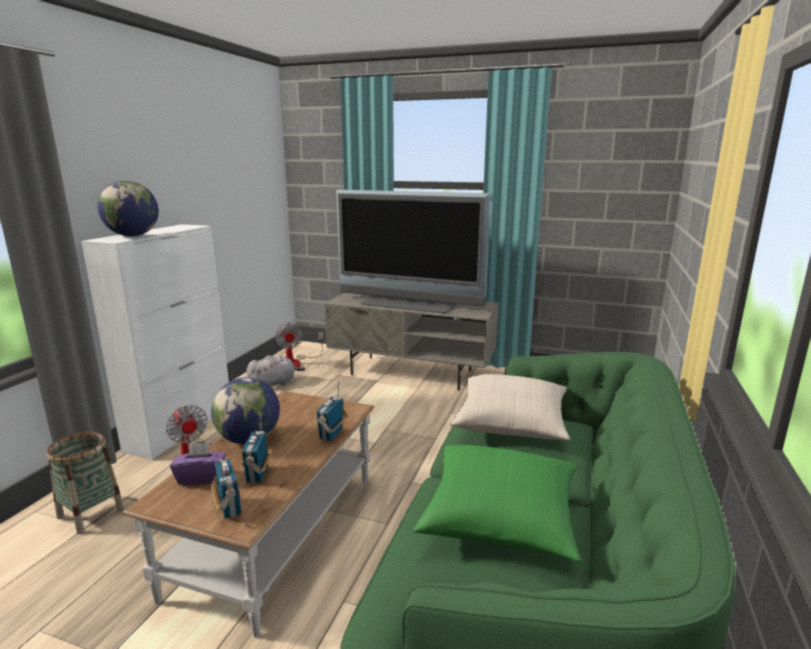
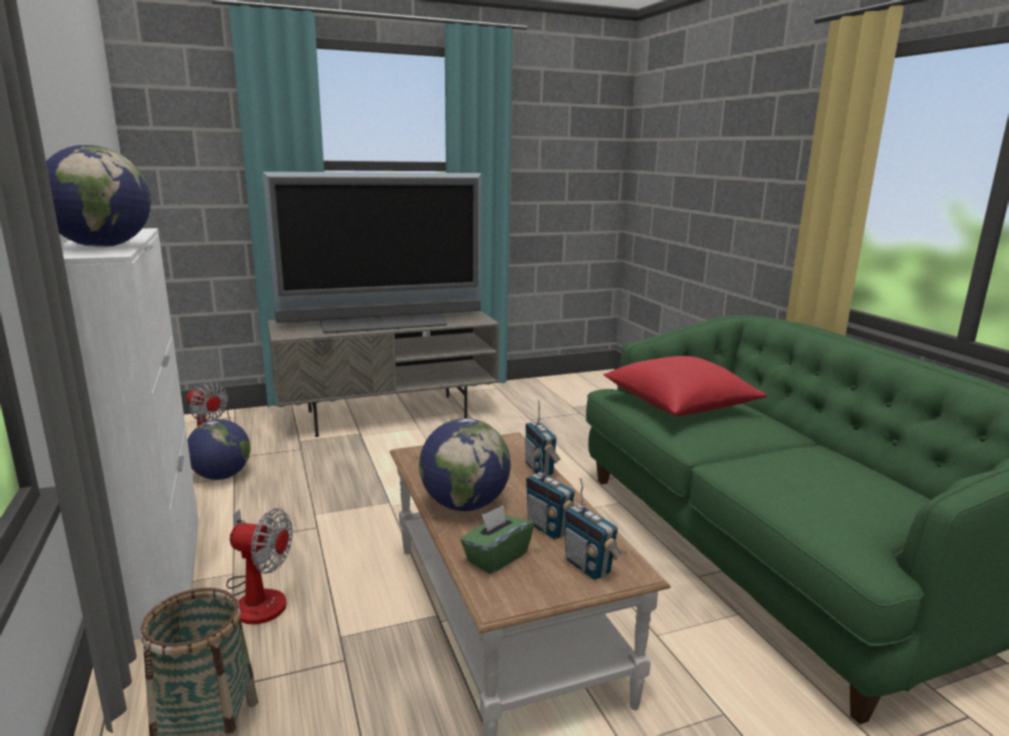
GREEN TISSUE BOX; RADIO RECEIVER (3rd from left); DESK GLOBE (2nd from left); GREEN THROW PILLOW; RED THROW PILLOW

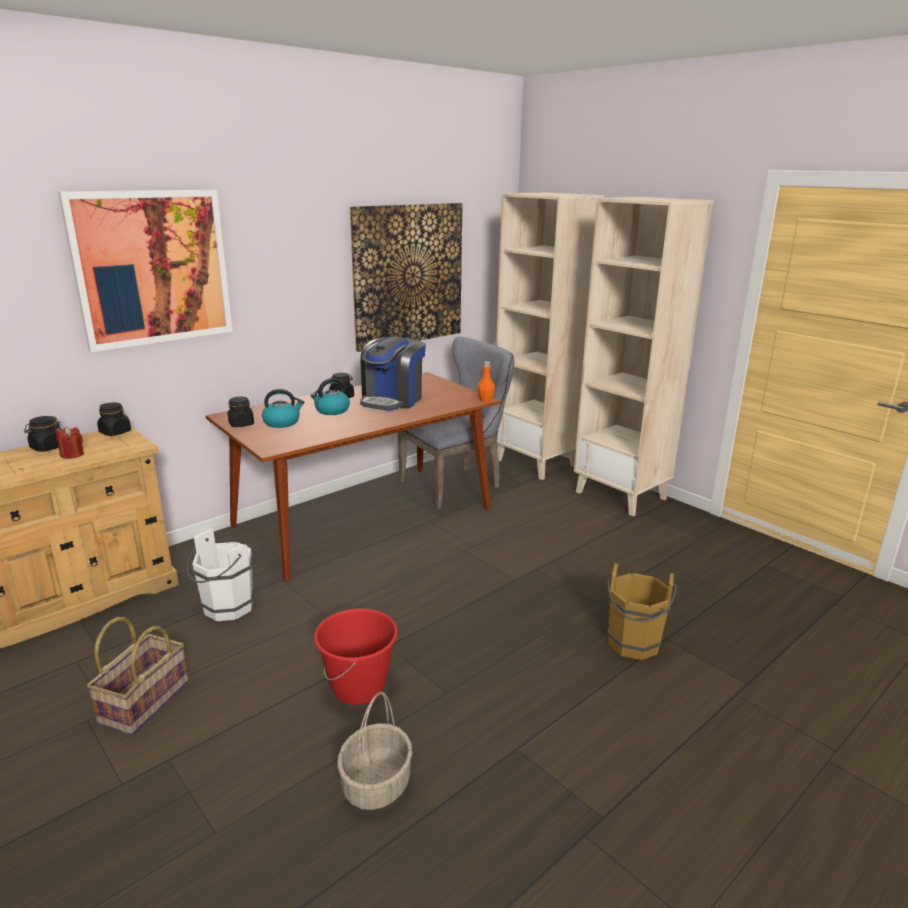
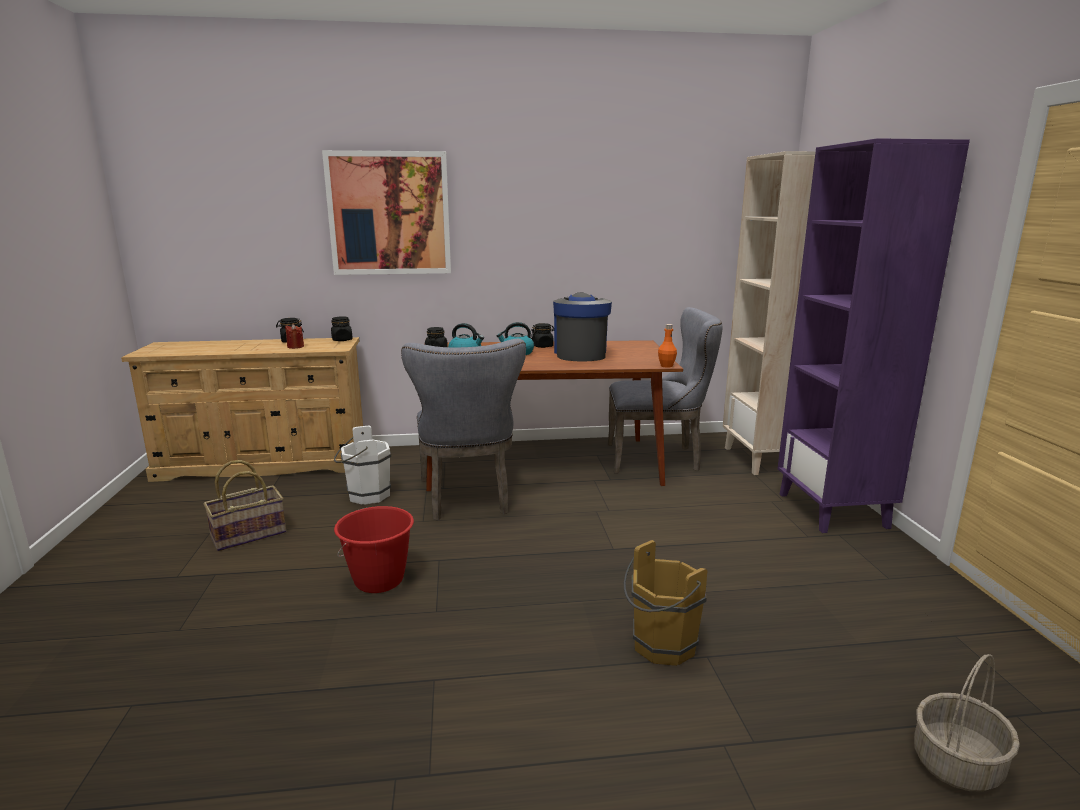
STORAGE BASKET (2nd from left); WALL PICTURE (2nd from left in the first image); COFFEE BREWER; PURPLE-COLOURED SHELVING UNIT; GRAY CHAIR (1st from left)

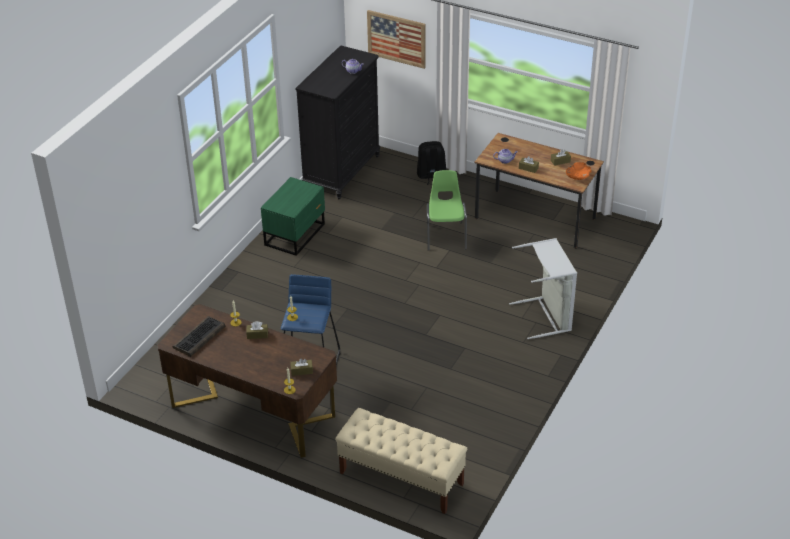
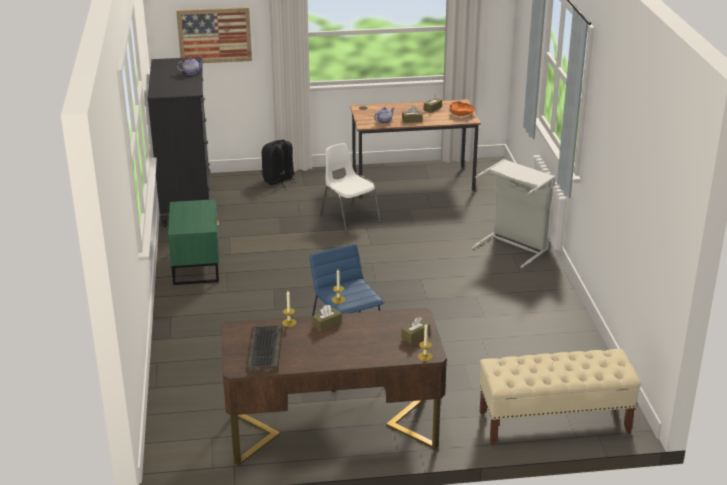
WHITE-COLOURED CHAIR

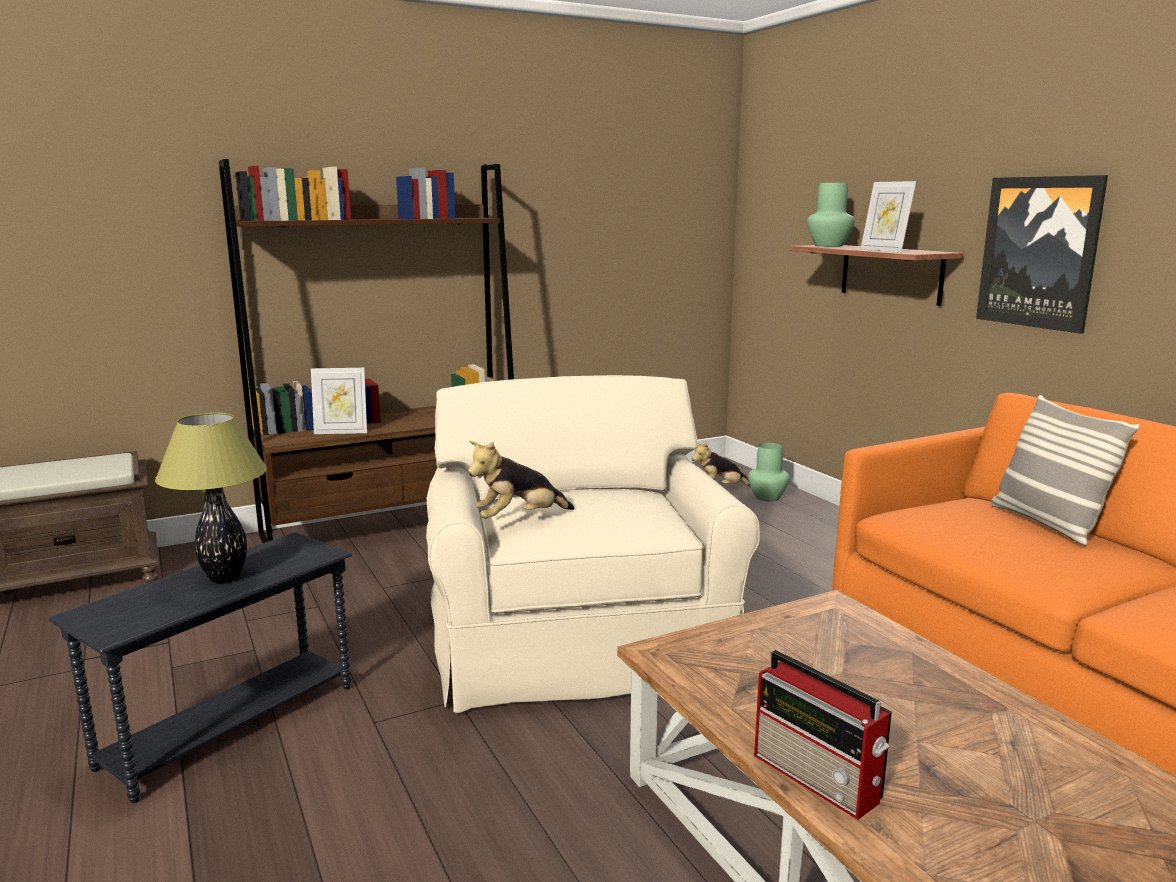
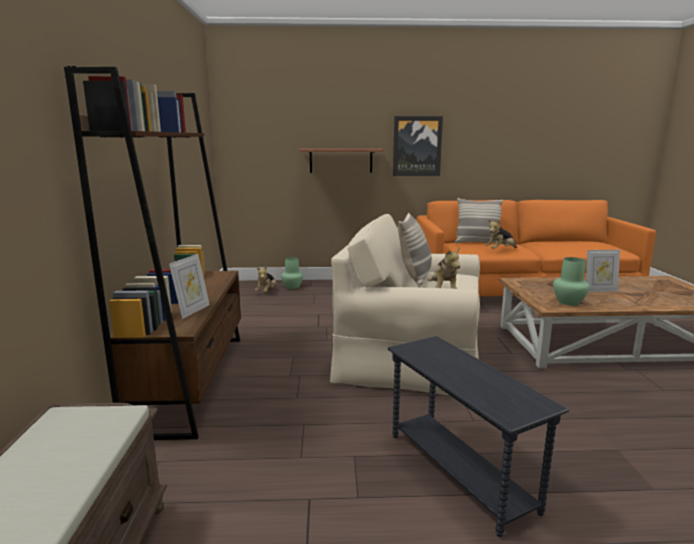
TABLE LAMP; RADIO RECEIVER; GREEN DECORATIVE VASE (2nd from left); PHOTO FRAME (2nd from left); THROW PILLOW (1st from left); PLUSH TOY (3rd from left)

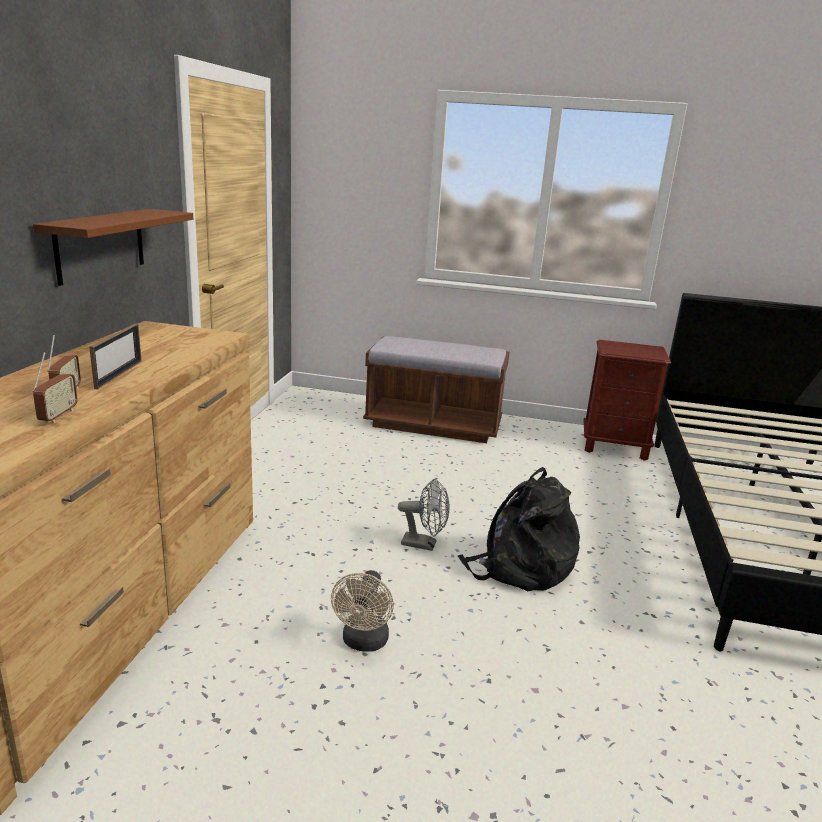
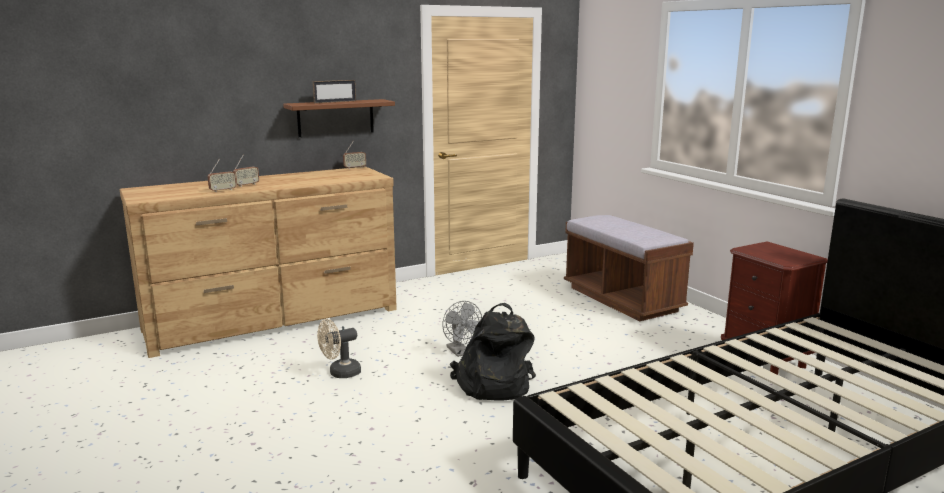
PHOTO FRAME; RADIO RECEIVER (3rd from left)

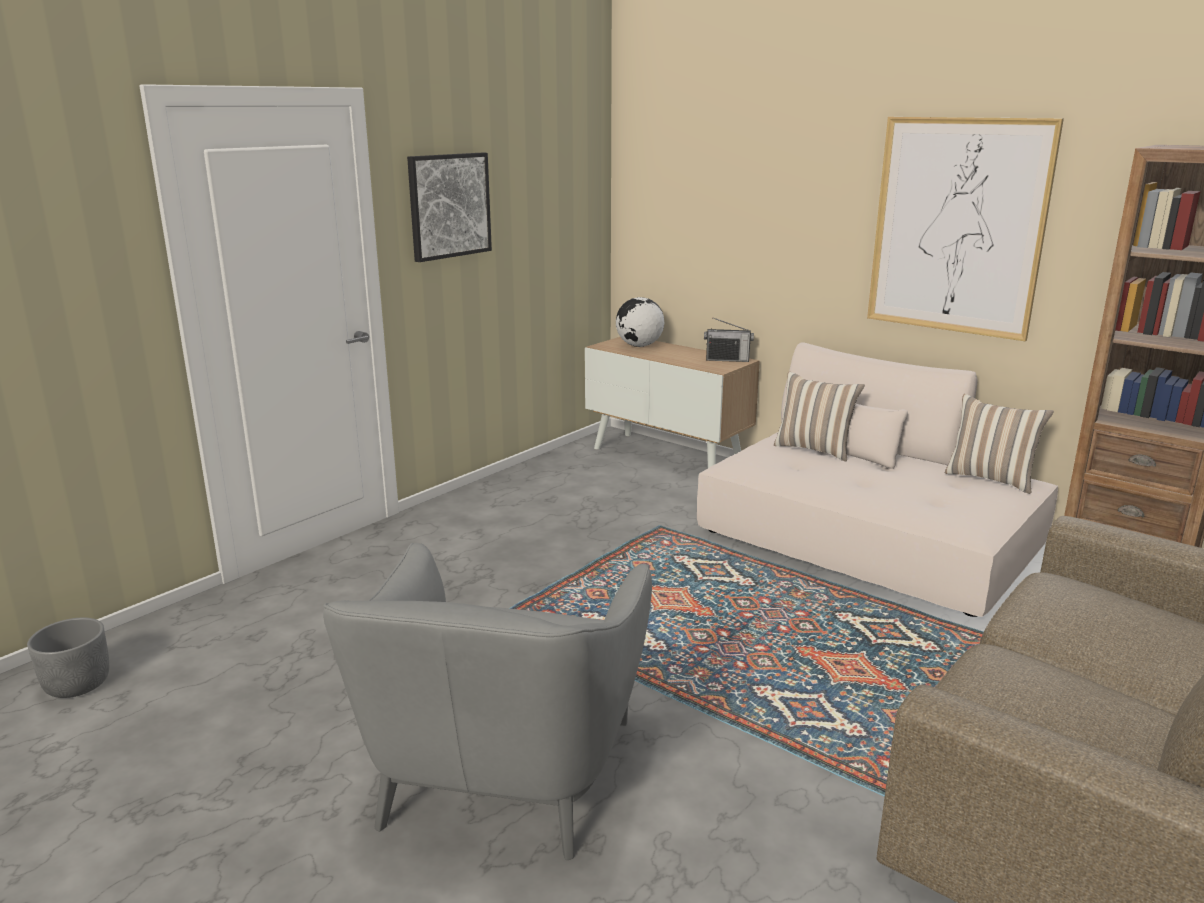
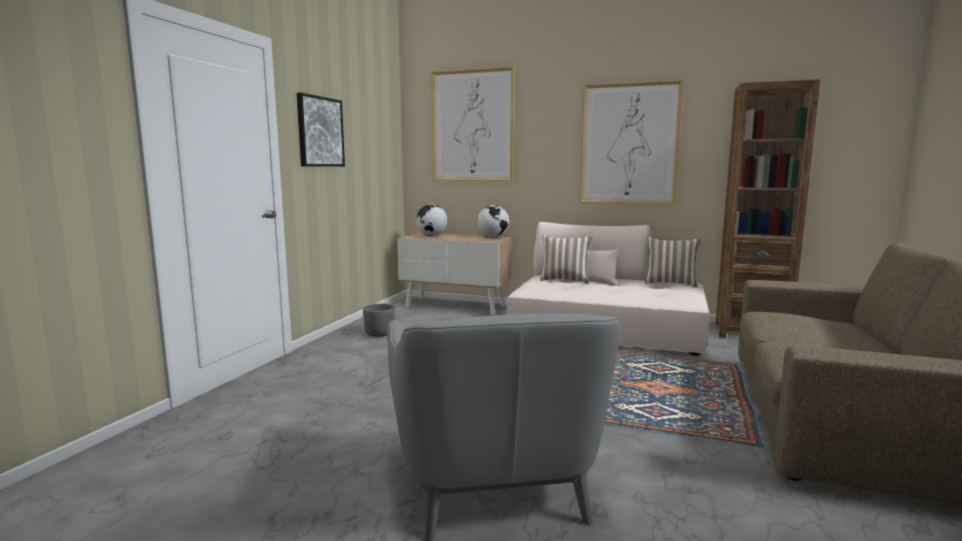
GRAY PLANTER; DESK GLOBE (2nd from left); WALL PICTURE (2nd from left)

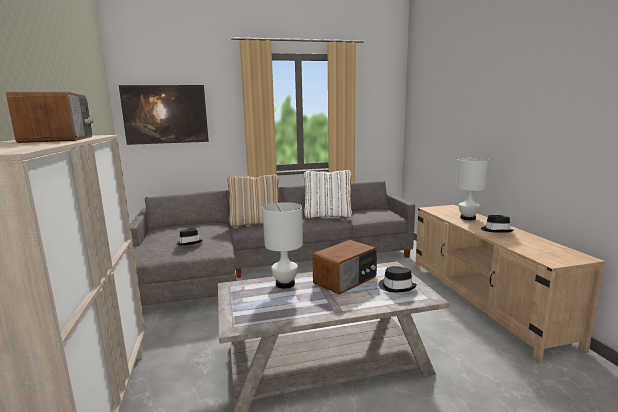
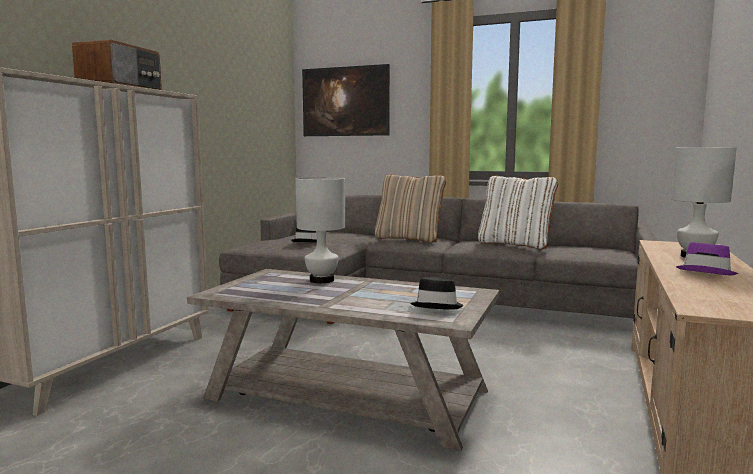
RADIO RECEIVER (2nd from left in the first image); PURPLE-COLOURED HAT

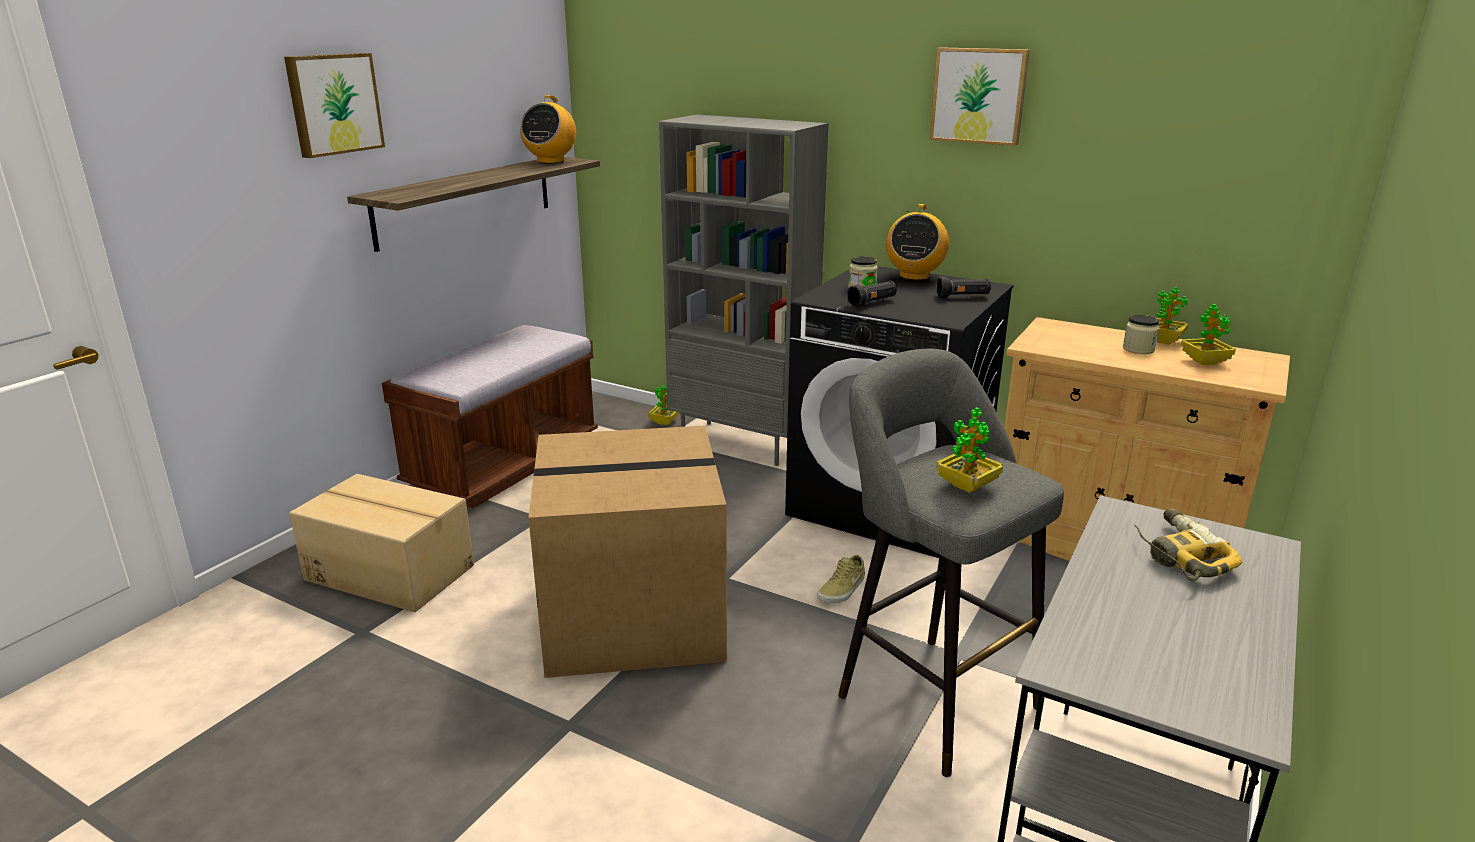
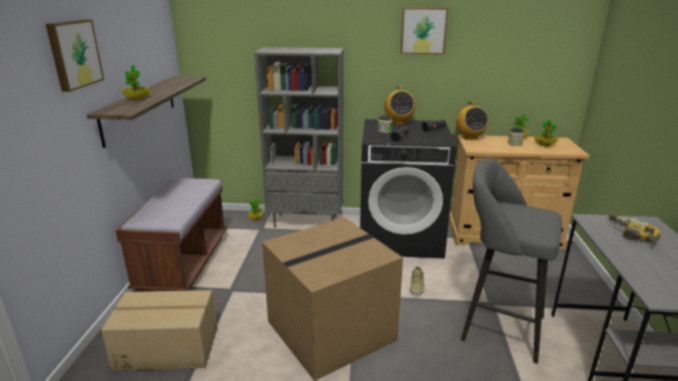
RADIO RECEIVER (2nd from left); PLANT IN A POT (1st from left)

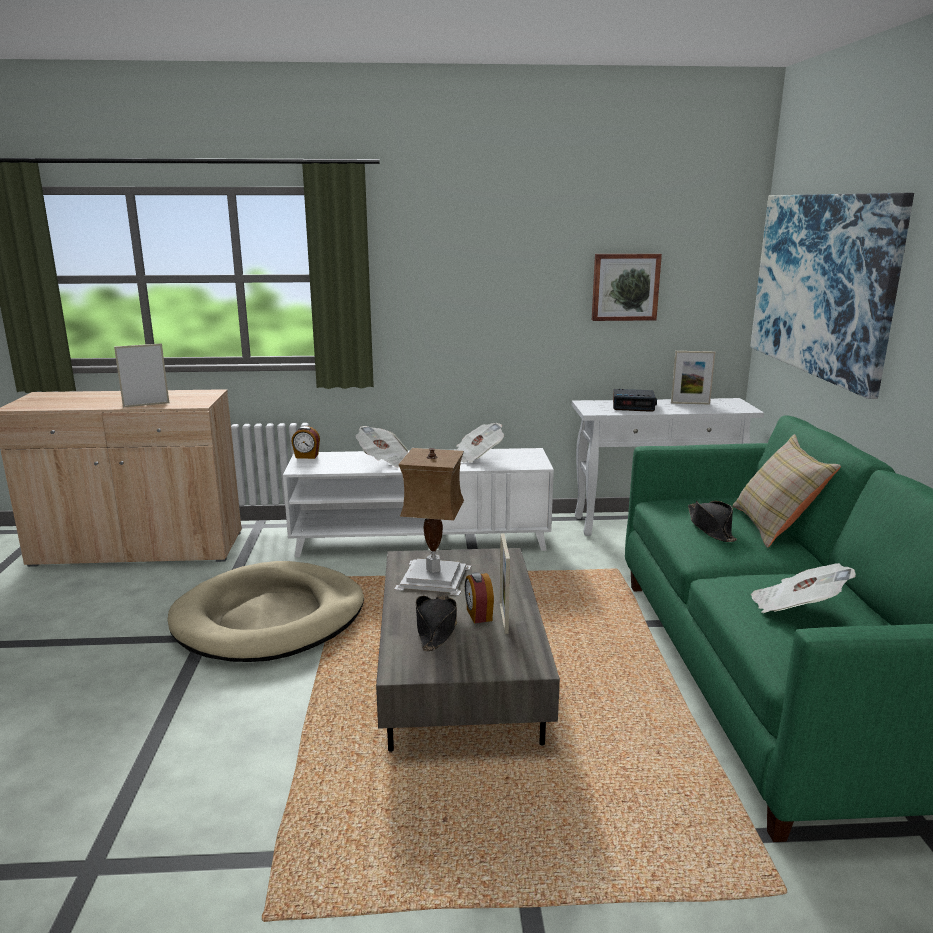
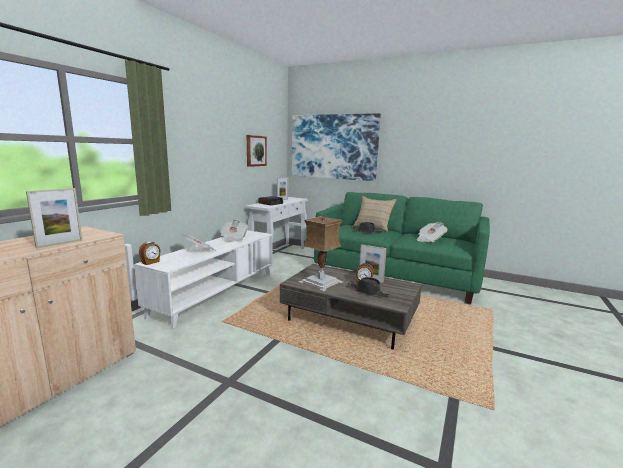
PHOTO FRAME (1st from left); BEIGE-COLOURED DOG CUSHION

